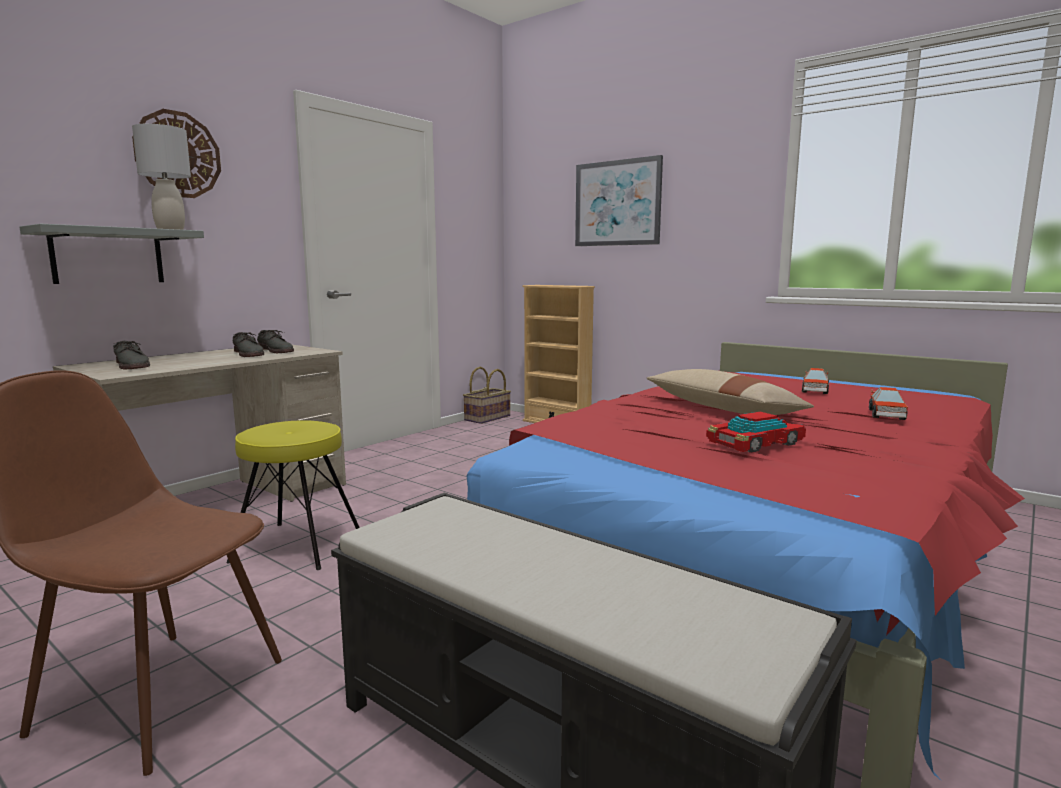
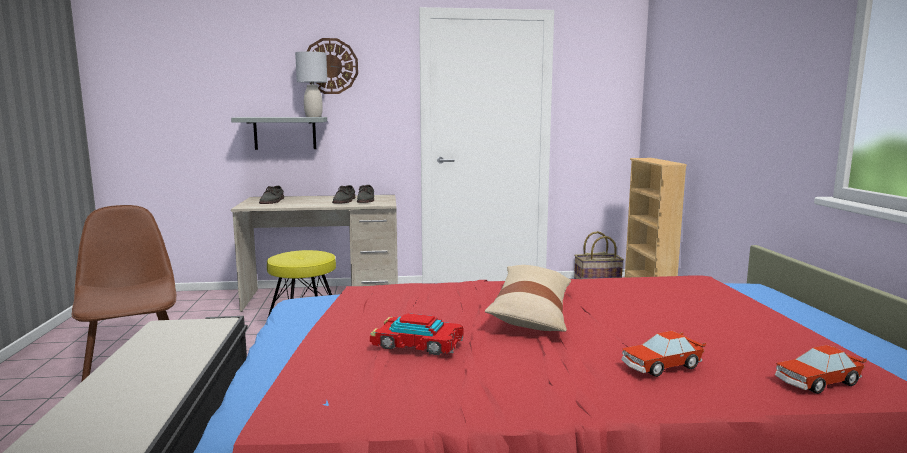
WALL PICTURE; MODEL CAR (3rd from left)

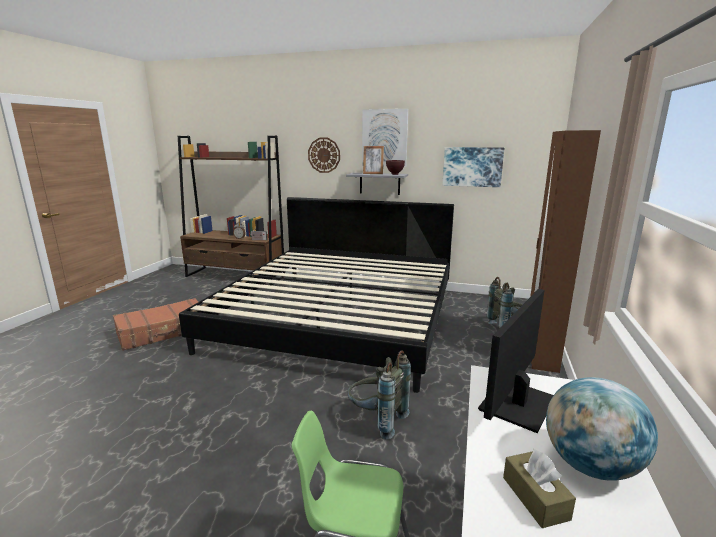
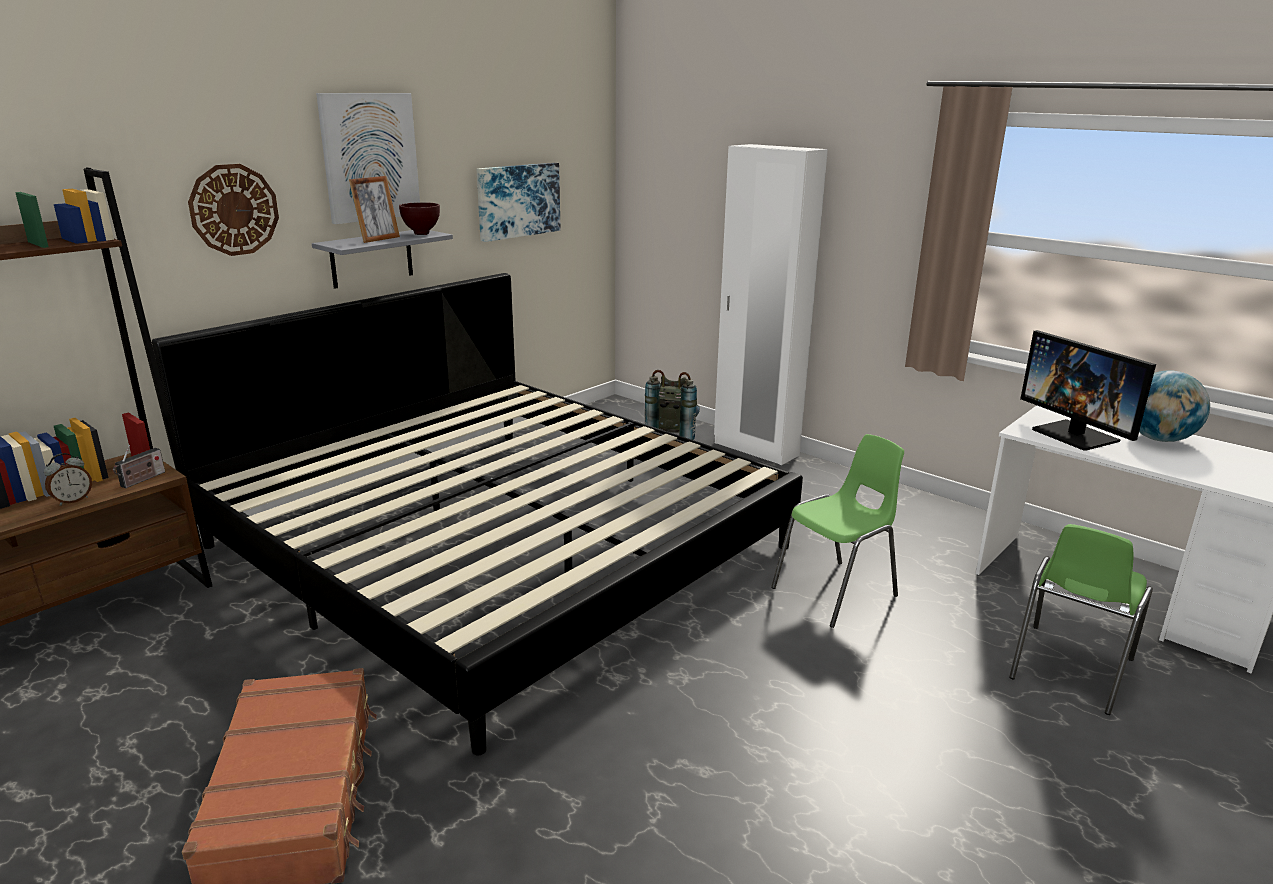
GREEN CHAIR (1st from left); BROWNISH TISSUE BOX; WHITE-COLOURED ARMOIRE

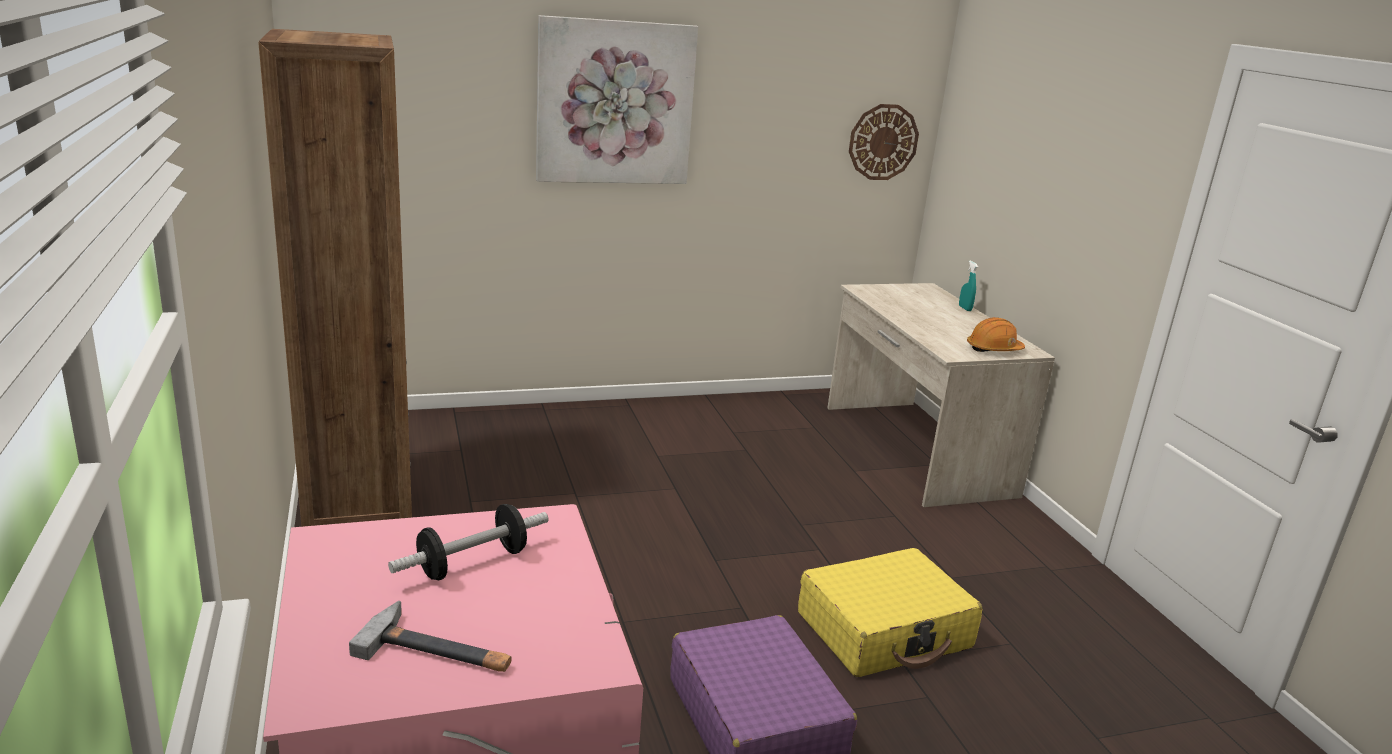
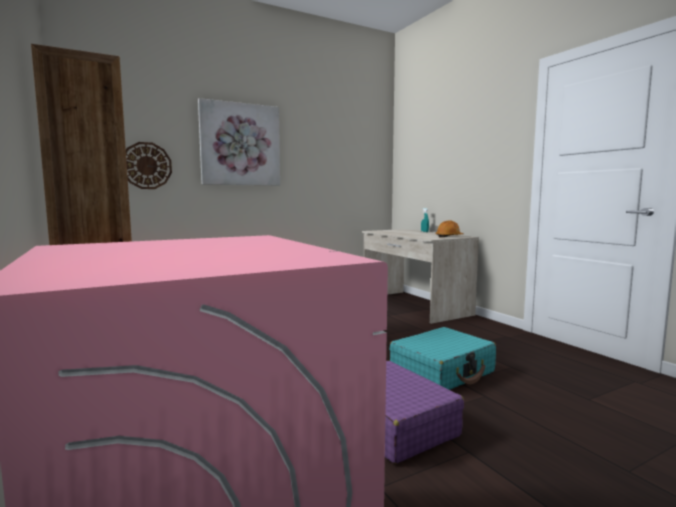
HAND HAMMER; HAND WEIGHT; TURQUOISE-COLOURED PIECE OF LUGGAGE; WALL CLOCK

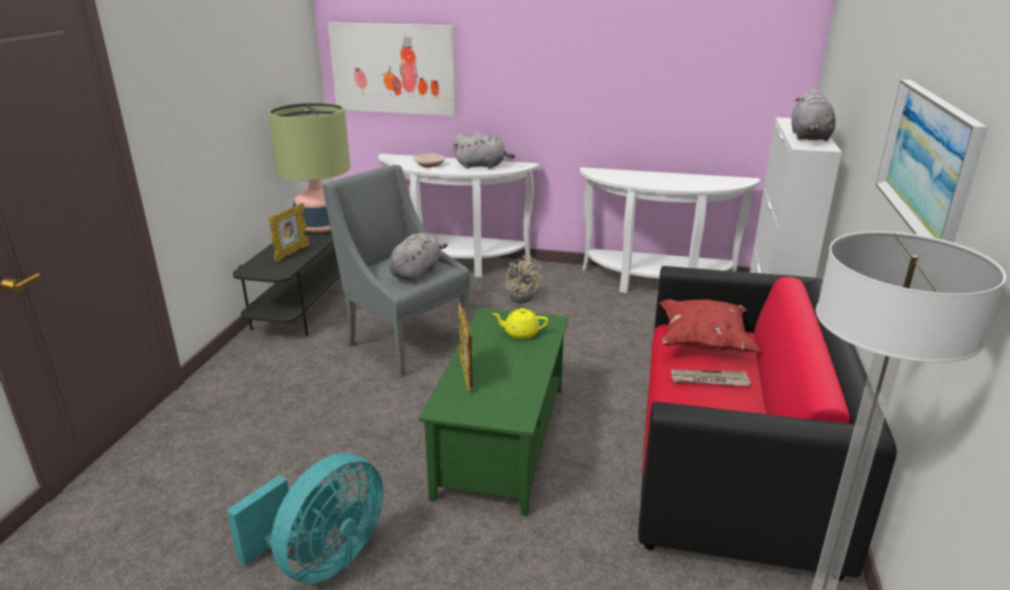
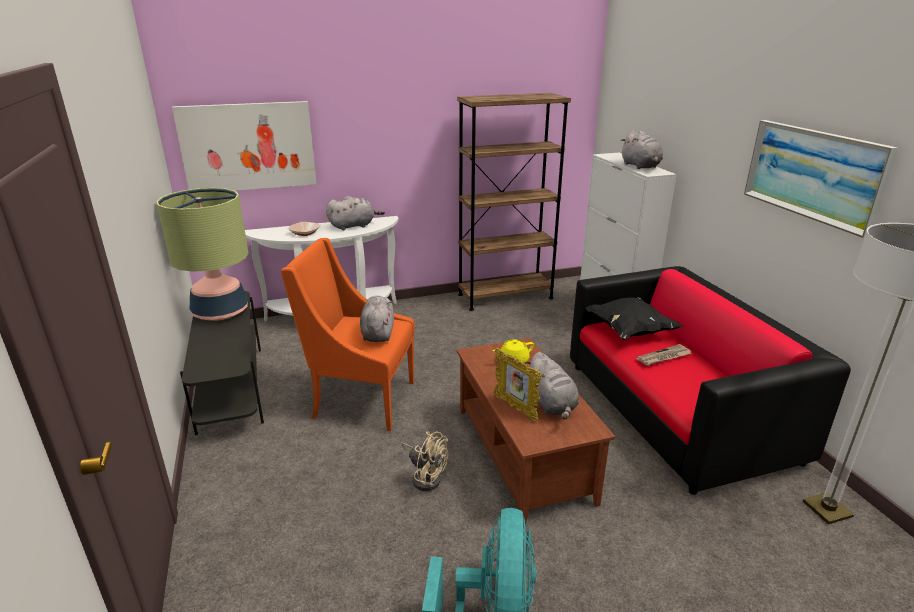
PHOTO FRAME (1st from left in the first image); ORANGEY ARMCHAIR; BROWNISH COFFEE TABLE; BEIGE-COLOURED FAN; BROWNISH SHELVING UNIT; BLACKISH THROW PILLOW; GRAY PLUSH TOY (3rd from left)

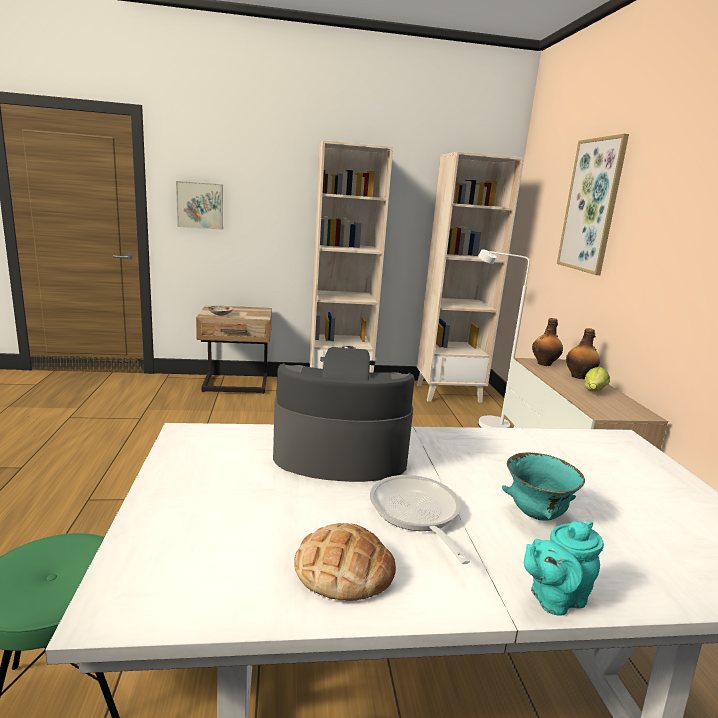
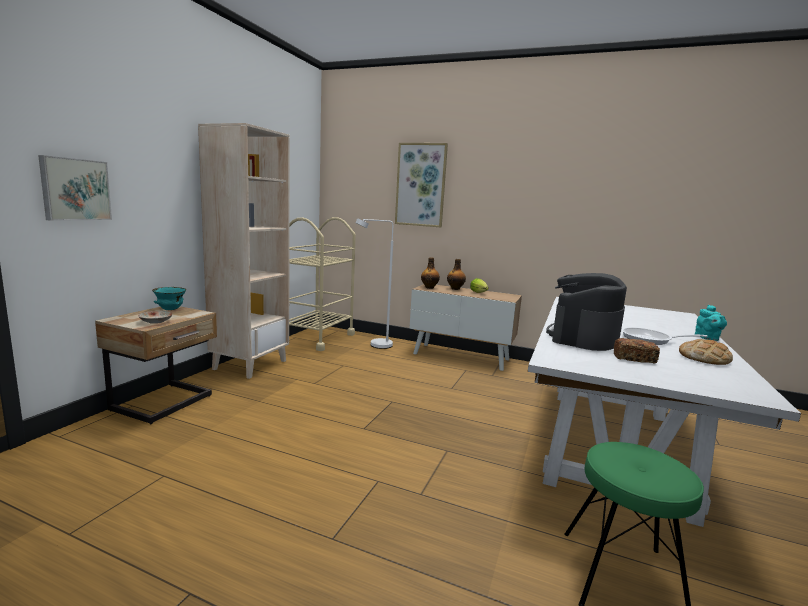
BEIGE-COLOURED CART; TURQUOISE-COLOURED DEEP DISH; BREAD (1st from left)

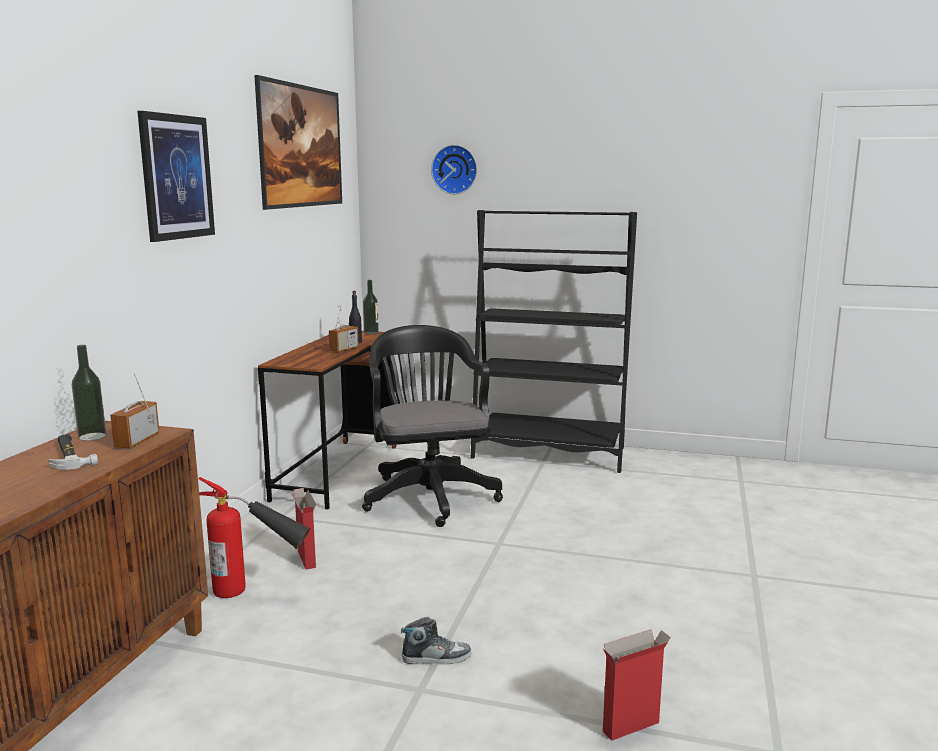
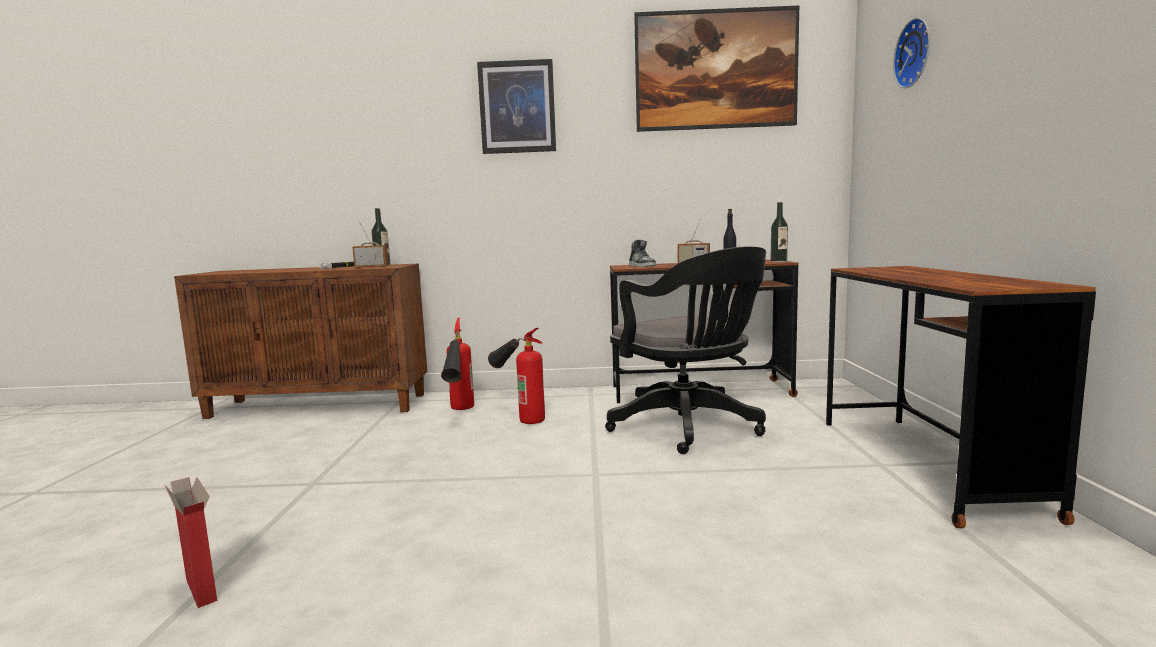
EXTINGUISHER (2nd from left); BLACKISH DESK CHAIR; SHOE; BROWNISH DESK (2nd from left)

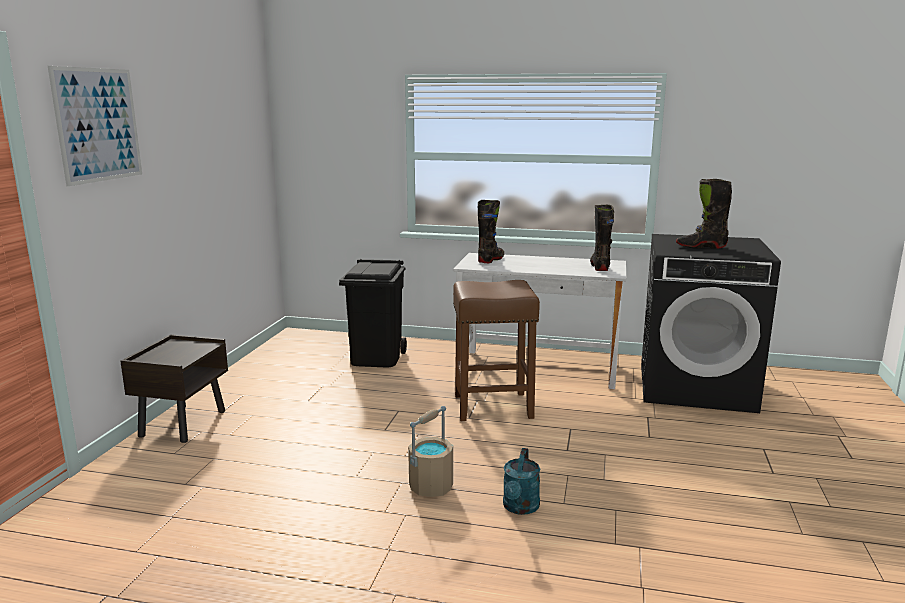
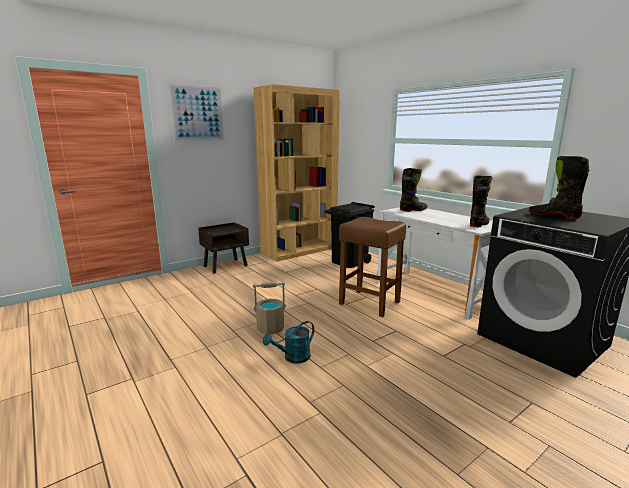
BROWNISH SHELVING UNIT

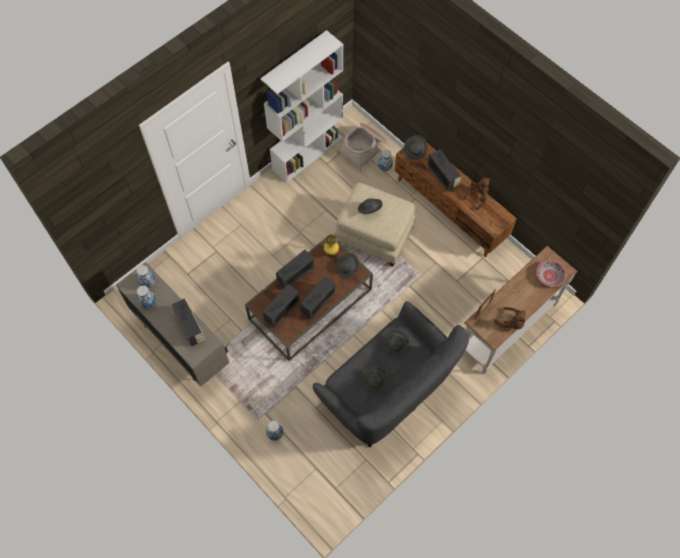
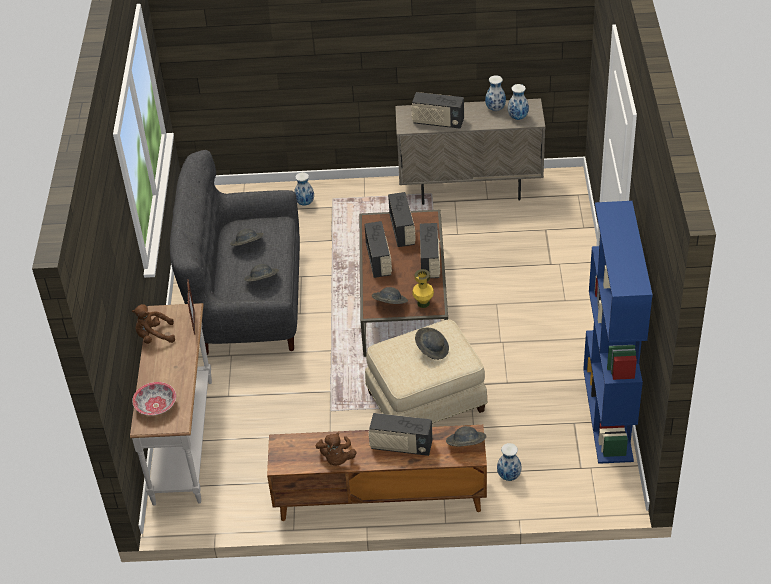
BLUE SHELVING UNIT; STORAGE BASKET

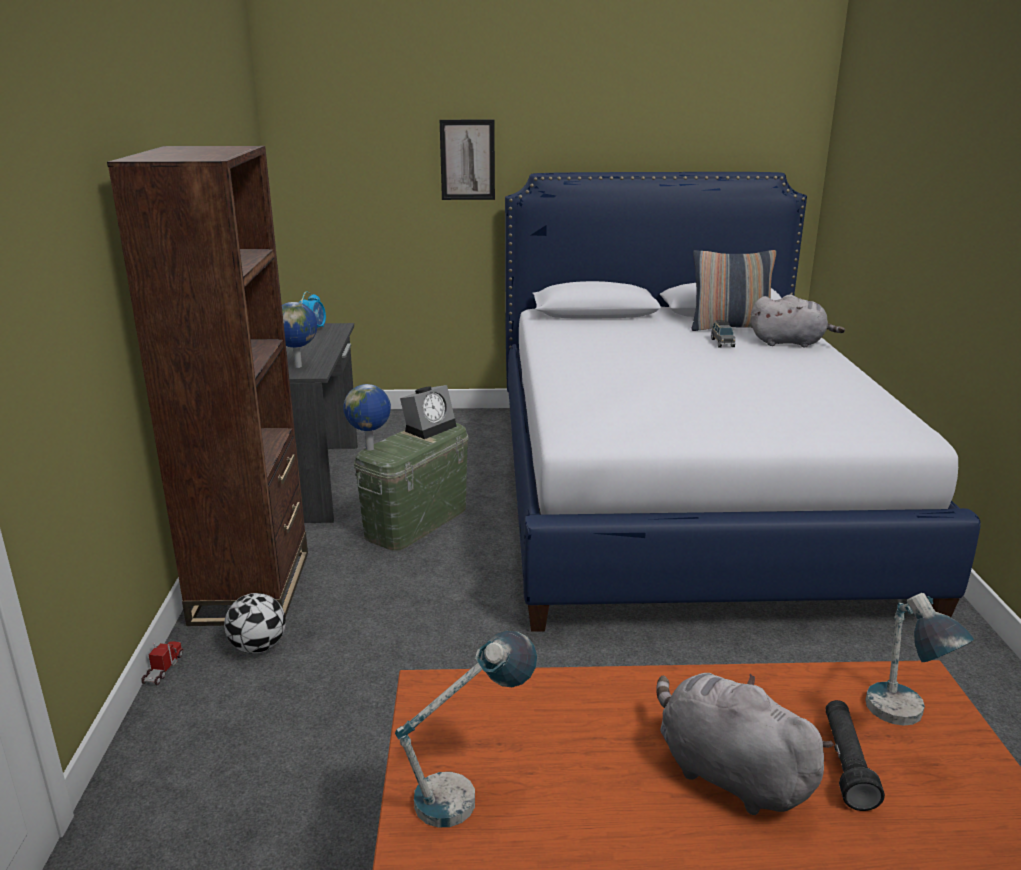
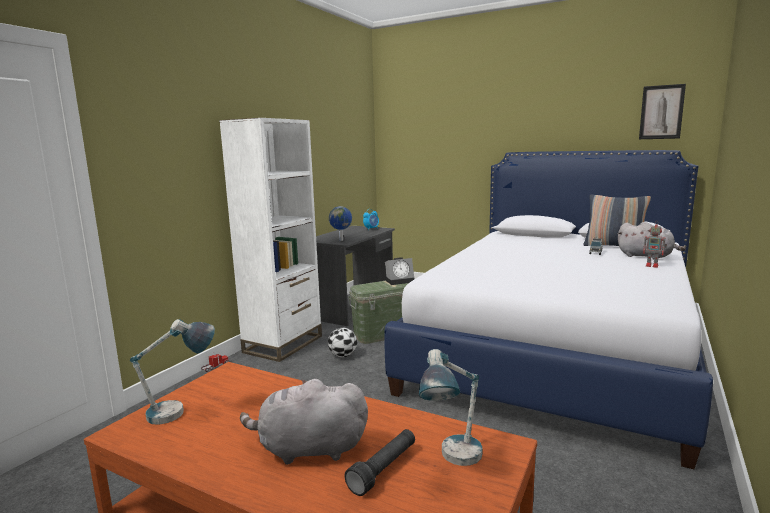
WHITE-COLOURED SHELVING UNIT; FOOTBALL BALL; DESK GLOBE (2nd from left in the first image); WALL PICTURE; GRAY PLUSH TOY (1st from left); ROBOT FIGURE

